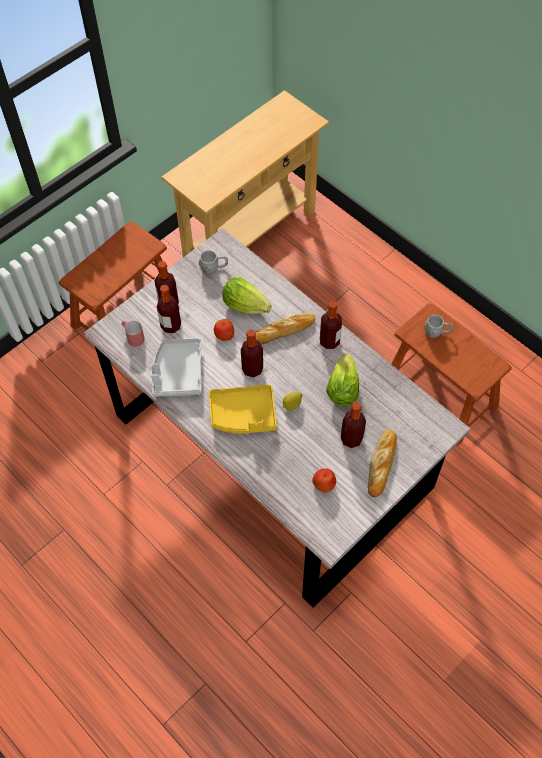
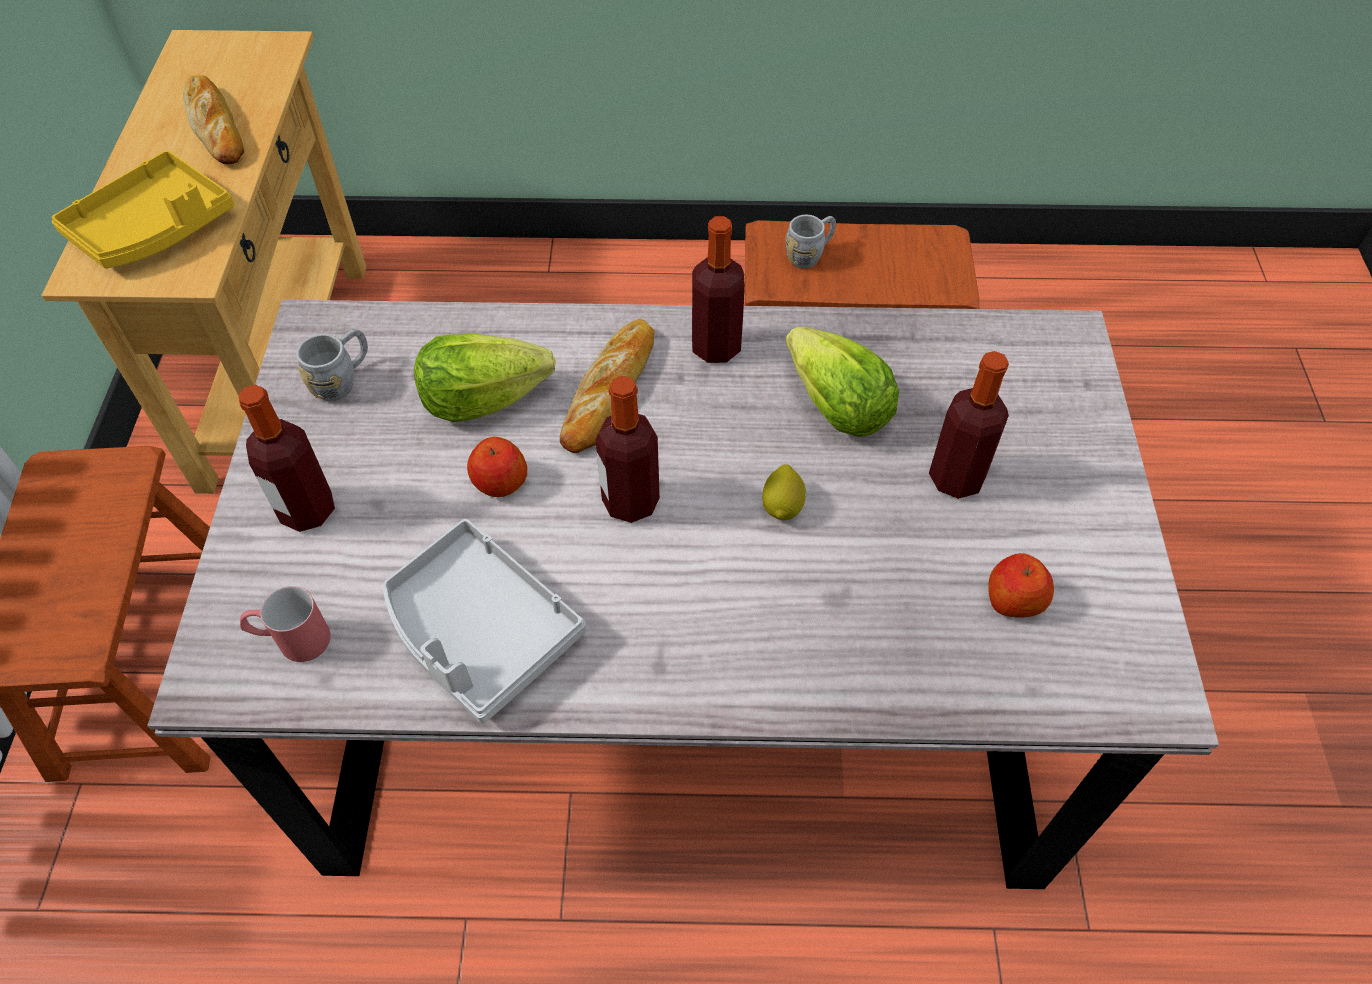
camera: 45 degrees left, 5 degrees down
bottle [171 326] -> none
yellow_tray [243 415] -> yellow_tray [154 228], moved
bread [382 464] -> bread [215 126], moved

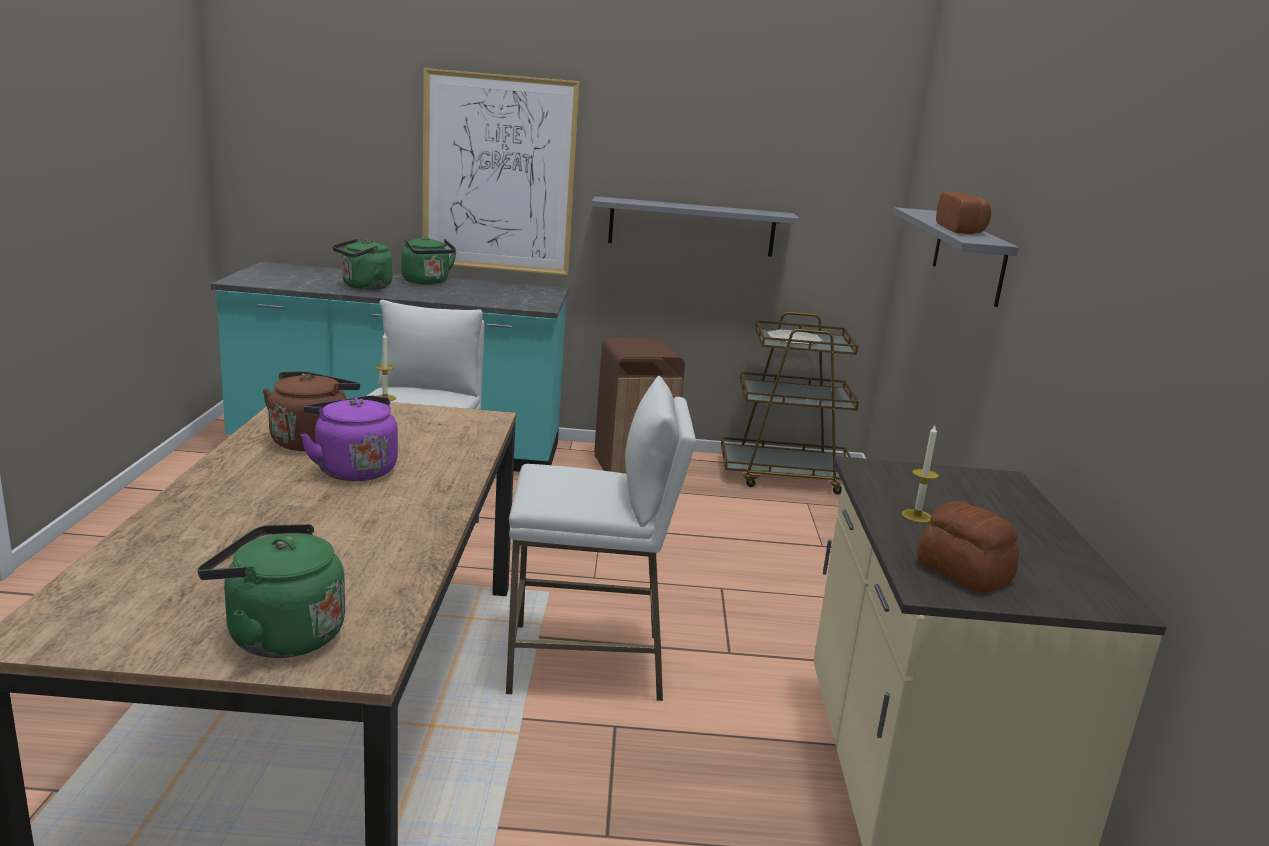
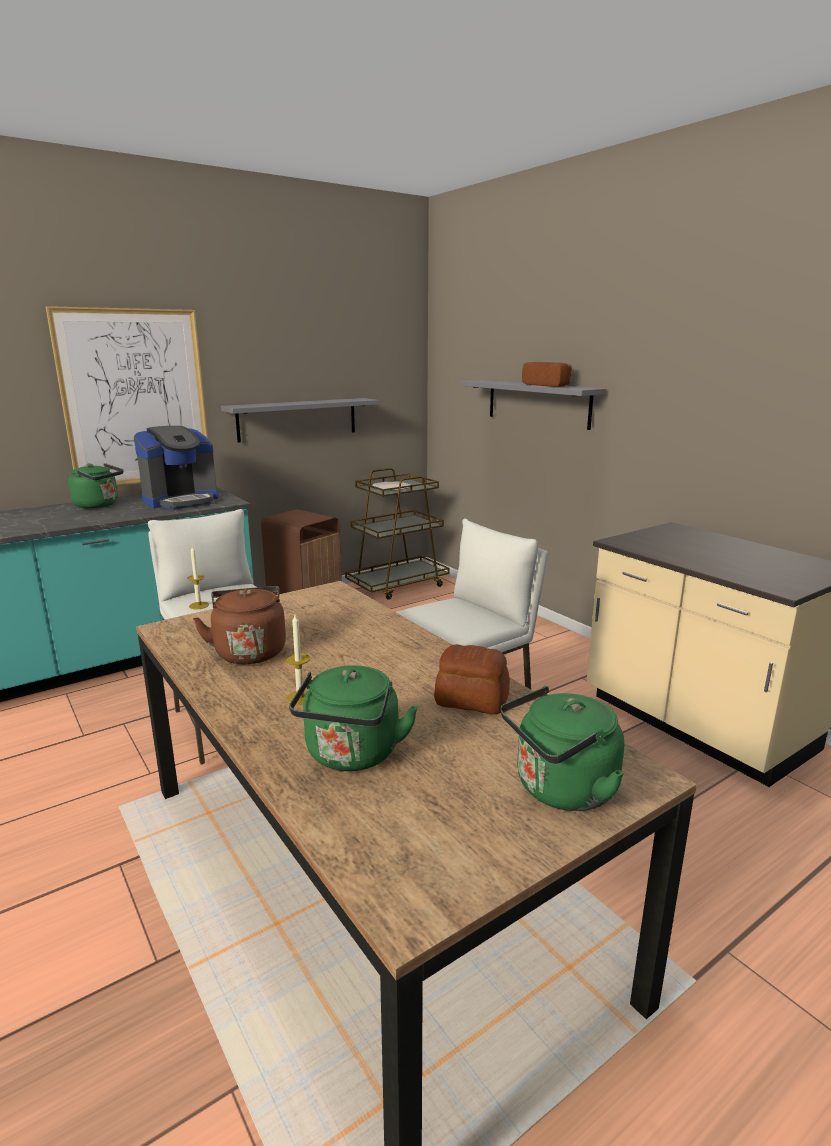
camera: 35 degrees left, 0 degrees up
purple_kettle [353 469] -> none
none -> coffee_machine [181 501]
green_kettle [364 287] -> green_kettle [351 756], moved
candle [917 516] -> candle [300 697], moved
bread [963 572] -> bread [472 701], moved

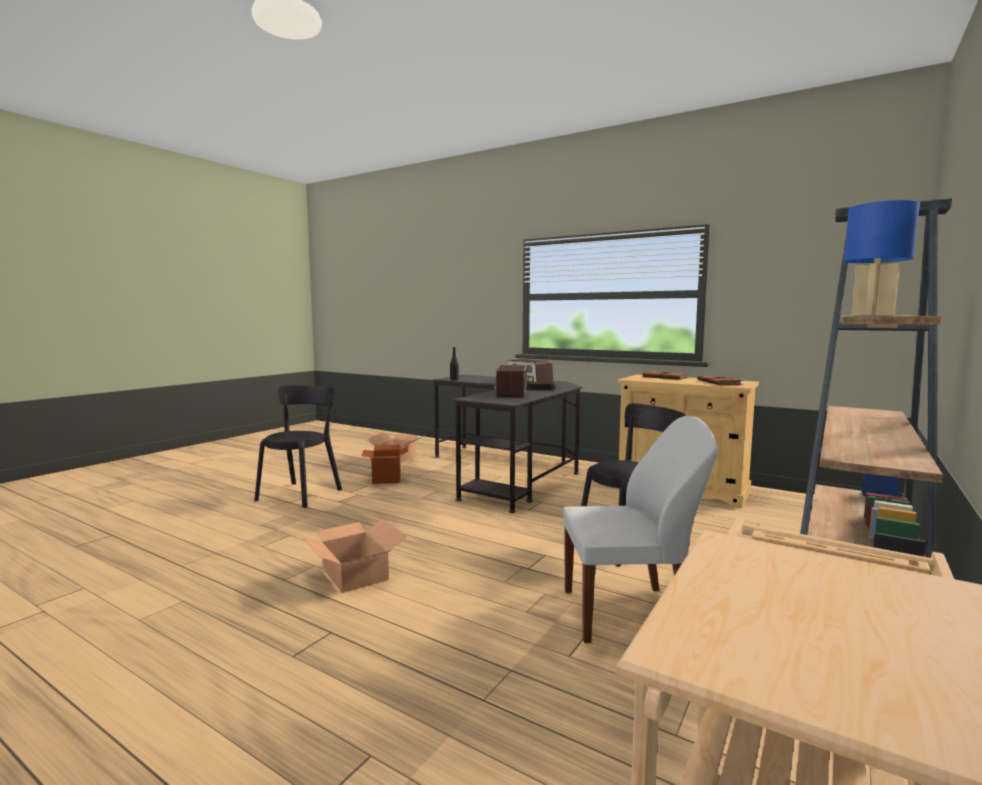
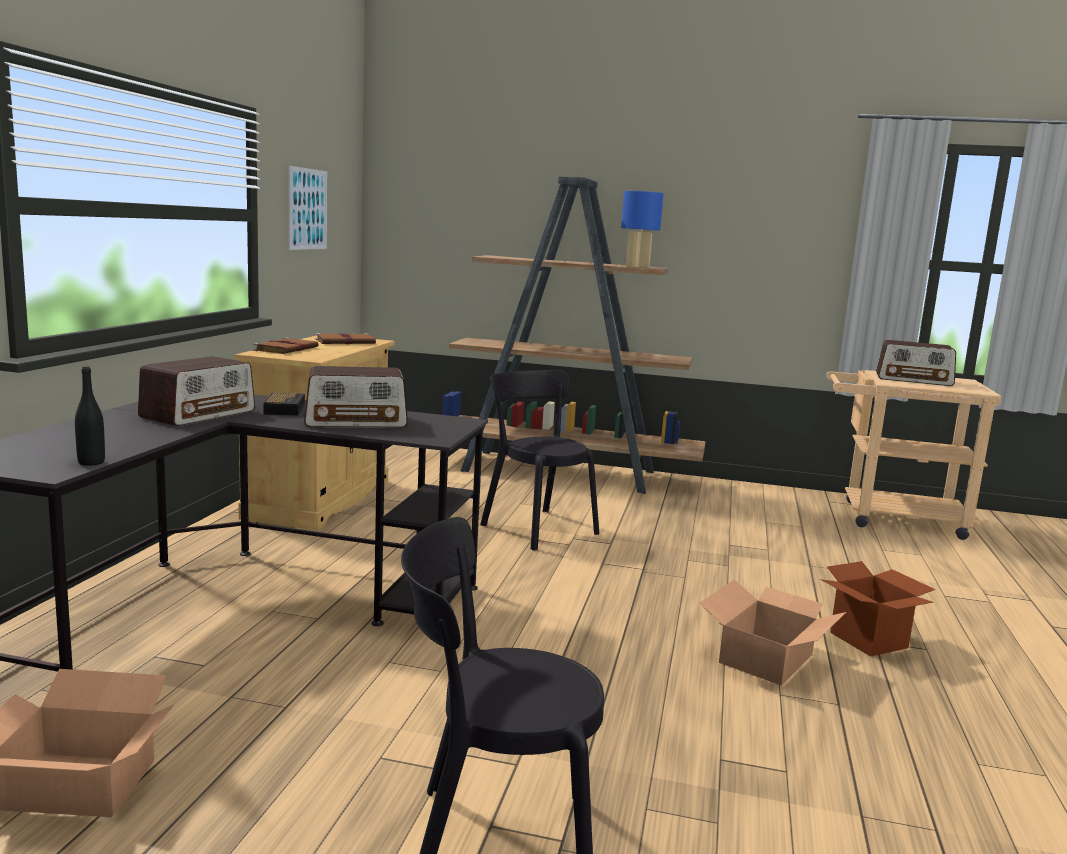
camera: 110 degrees left, 5 degrees up
white_chair [628 614] -> none
none -> picture [307 209]
none -> radio [914 380]
cardboard_box [386 479] -> cardboard_box [868 640], moved

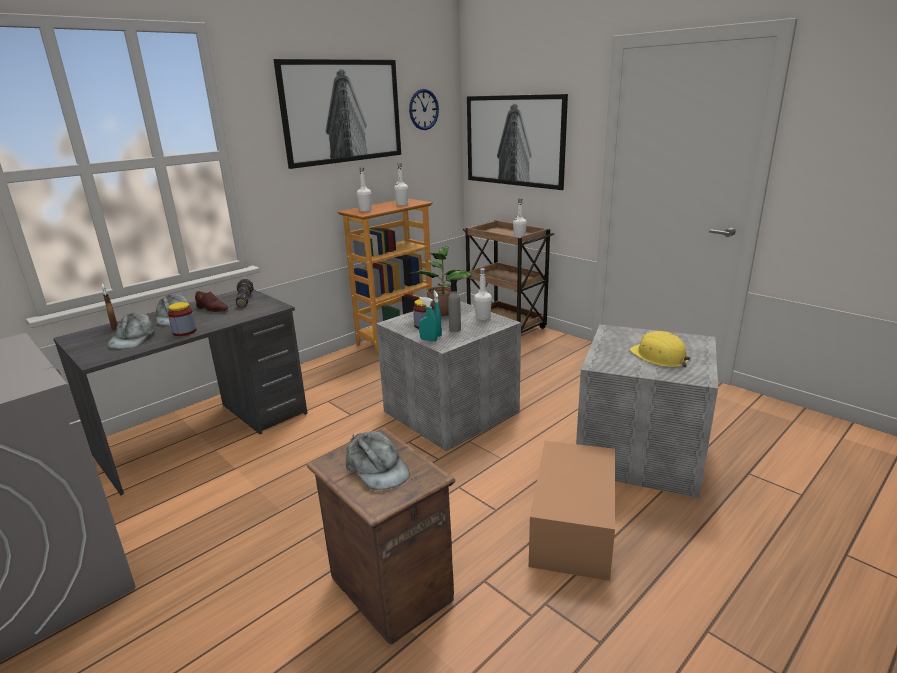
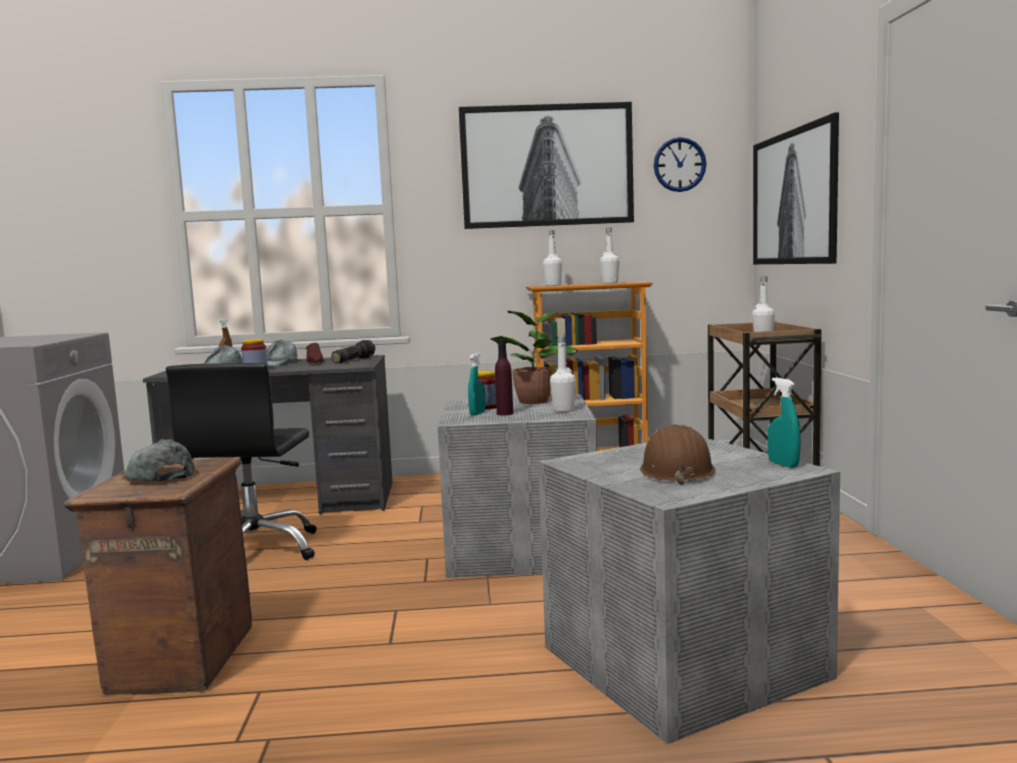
camera: 40 degrees right, 15 degrees down
cardboard_box [572 527] -> none
none -> black_office_chair [254 551]
turquoise_spray_bottle [428 340] -> turquoise_spray_bottle [783 464], moved
grey_bottle [455 329] -> purple_bottle [505 413]
yellow_hard_hat [659 357] -> brown_hard_hat [676 470]
grey_cap [376 468] -> grey_cap [158 475], 135 degrees clockwise

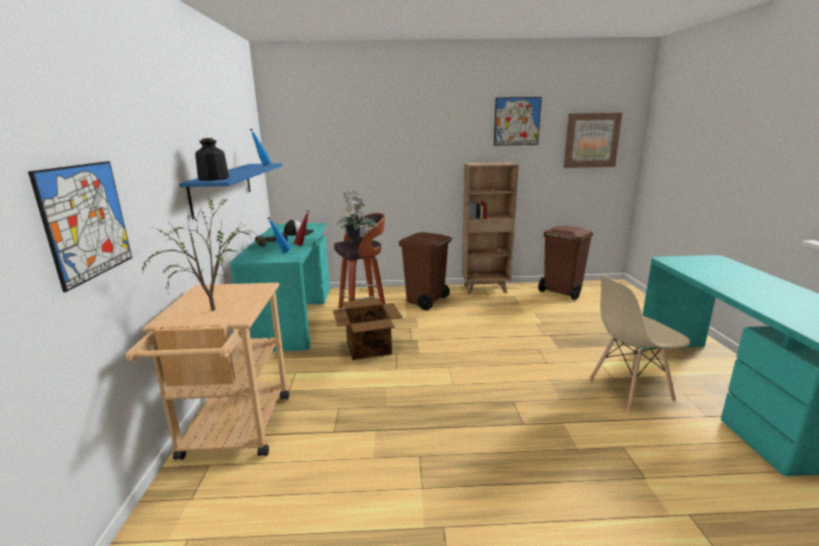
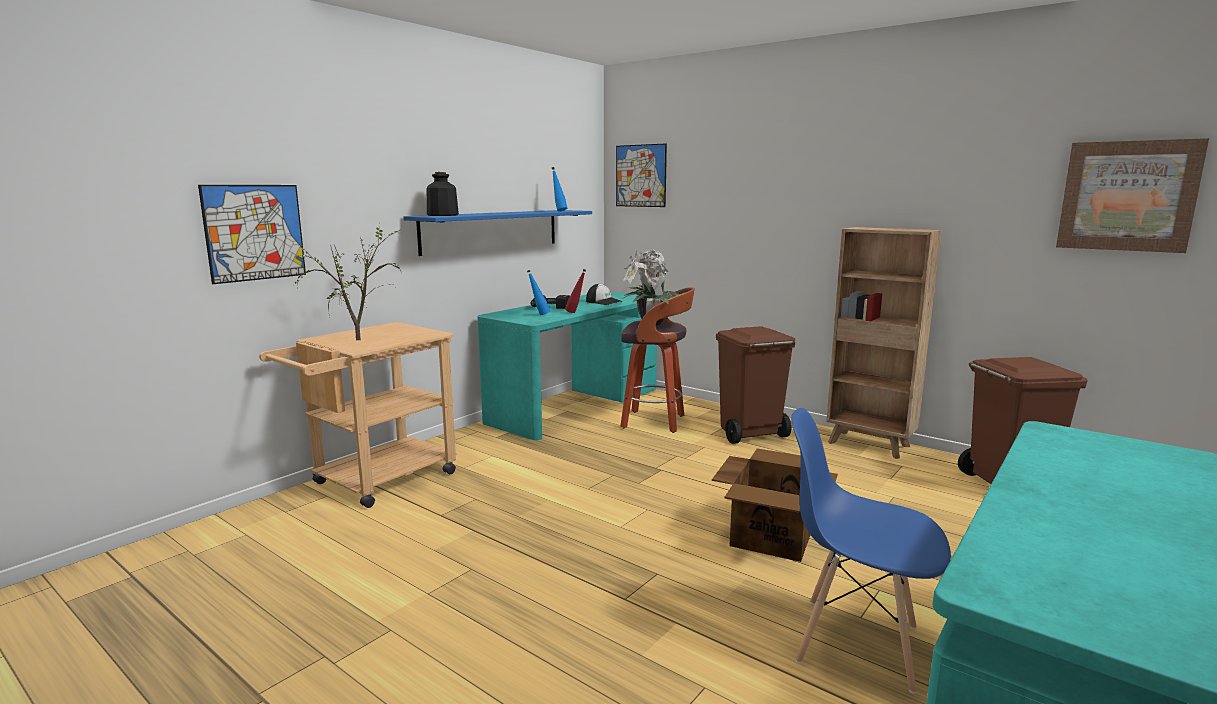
camera: 40 degrees right, 5 degrees down
cardboard_box [369 347] -> cardboard_box [772 537], moved
picture [517 121] -> picture [640 176], moved
beige_chair [629 390] -> blue_chair [855 642]

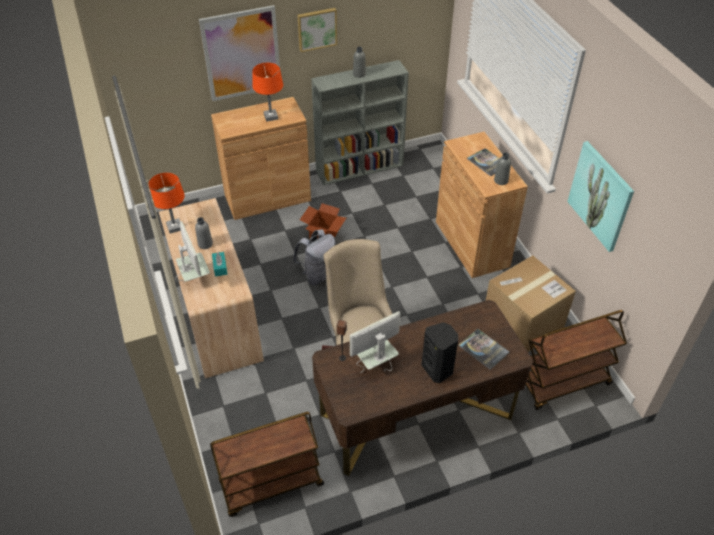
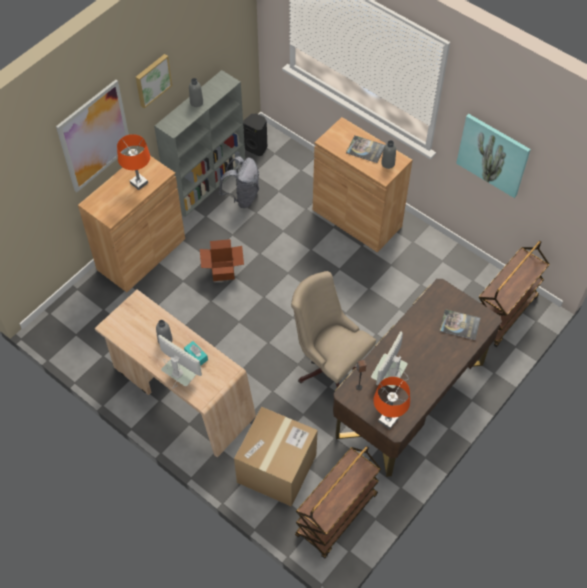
camera: 30 degrees left, 10 degrees up
orange_table_lamp [174 227] -> orange_table_lamp [387 420], moved
grey_backpack [318 274] -> grey_backpack [242 197], moved
black_speaker [438 369] -> black_speaker [256 147], moved
cardboard_box [522 323] -> cardboard_box [276 468], moved

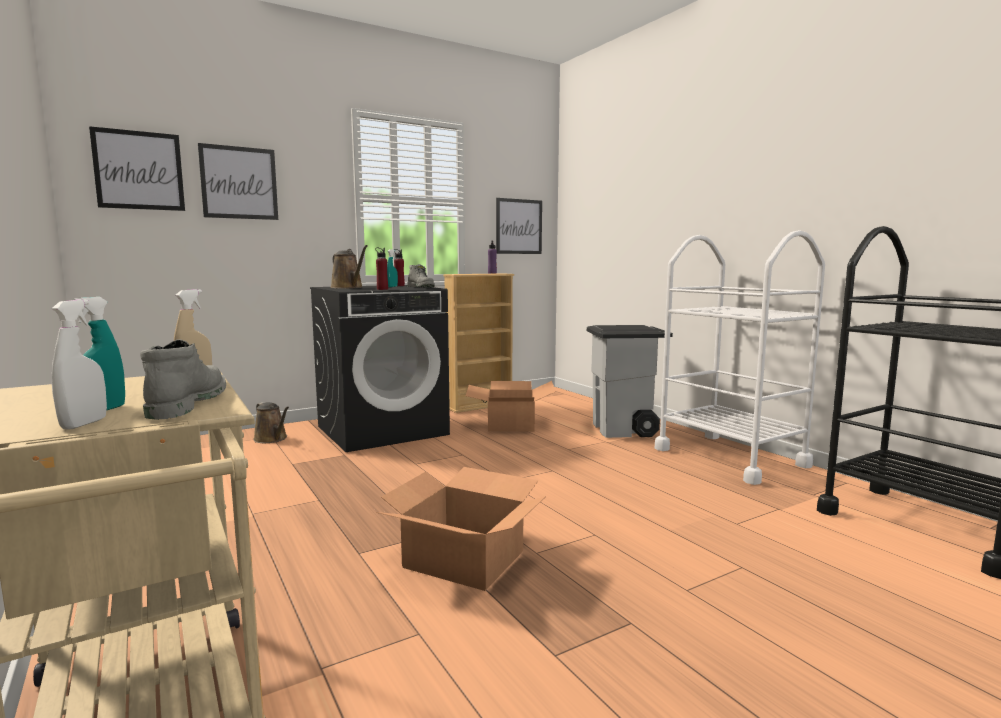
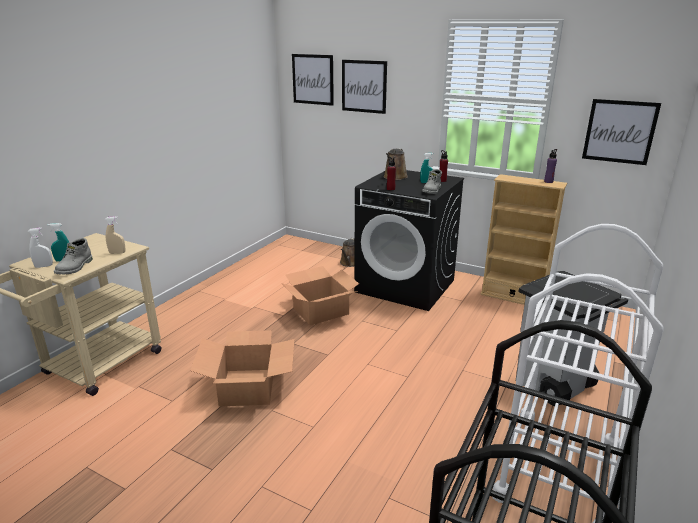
camera: 60 degrees right, 15 degrees up
cardboard_box [510 424] -> cardboard_box [320 311], moved
grey_boot [186 404] -> grey_boot [75 267], 135 degrees clockwise

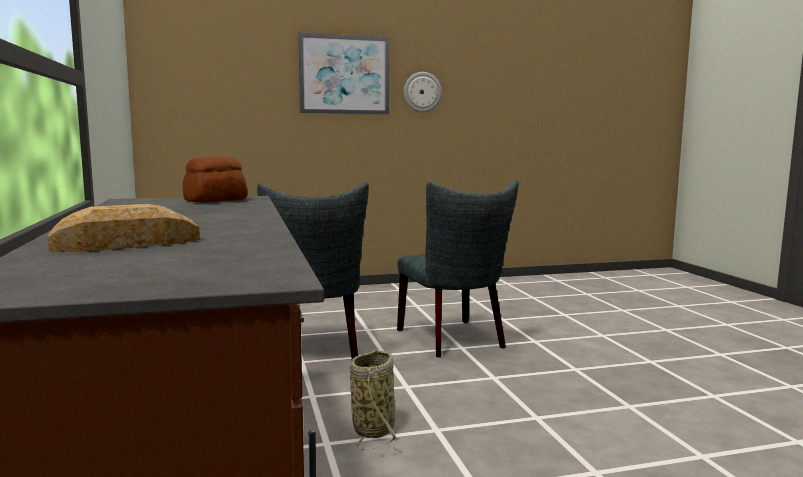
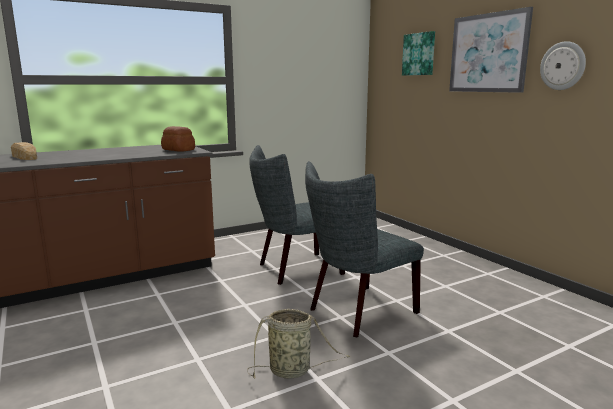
camera: 75 degrees right, 5 degrees up
none -> picture [419 54]
basket [374 428] -> basket [292 371], moved

